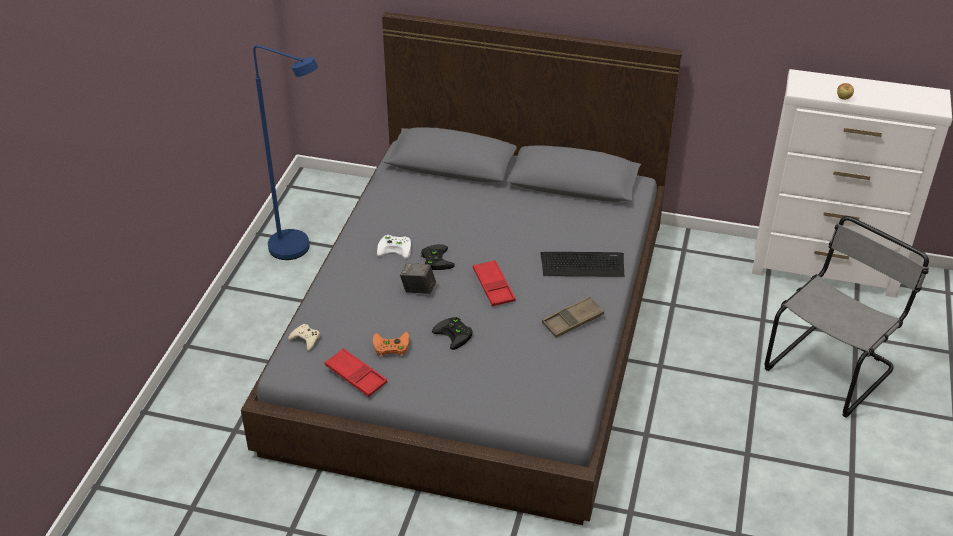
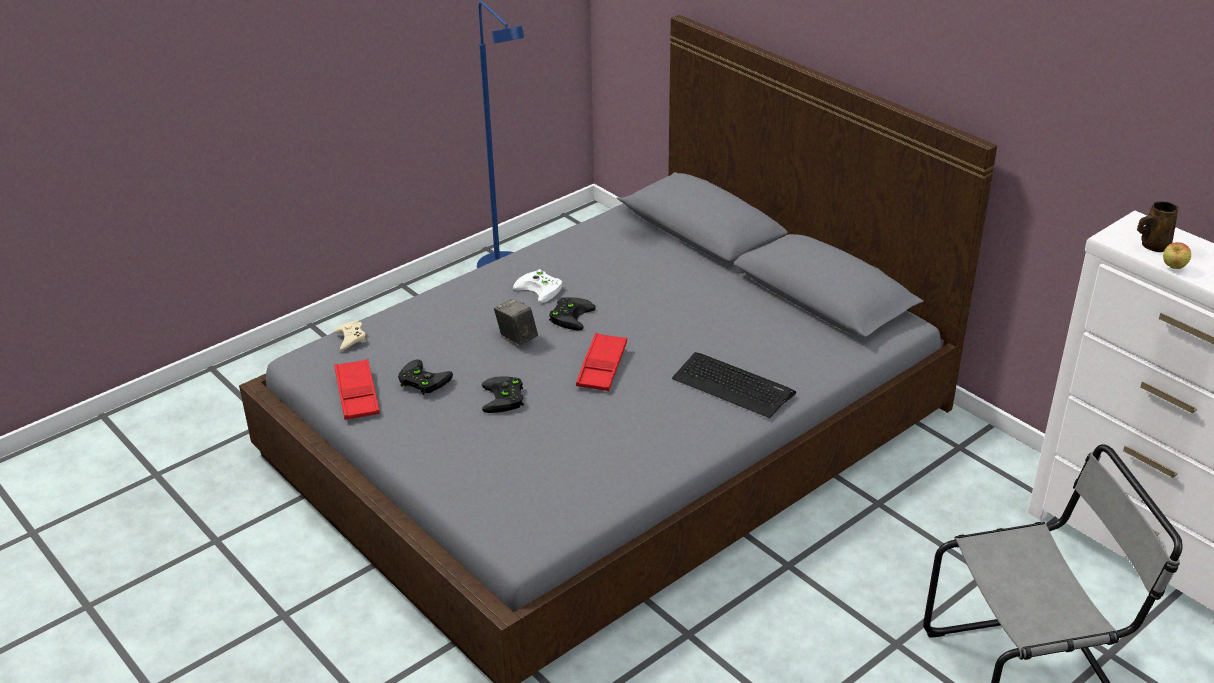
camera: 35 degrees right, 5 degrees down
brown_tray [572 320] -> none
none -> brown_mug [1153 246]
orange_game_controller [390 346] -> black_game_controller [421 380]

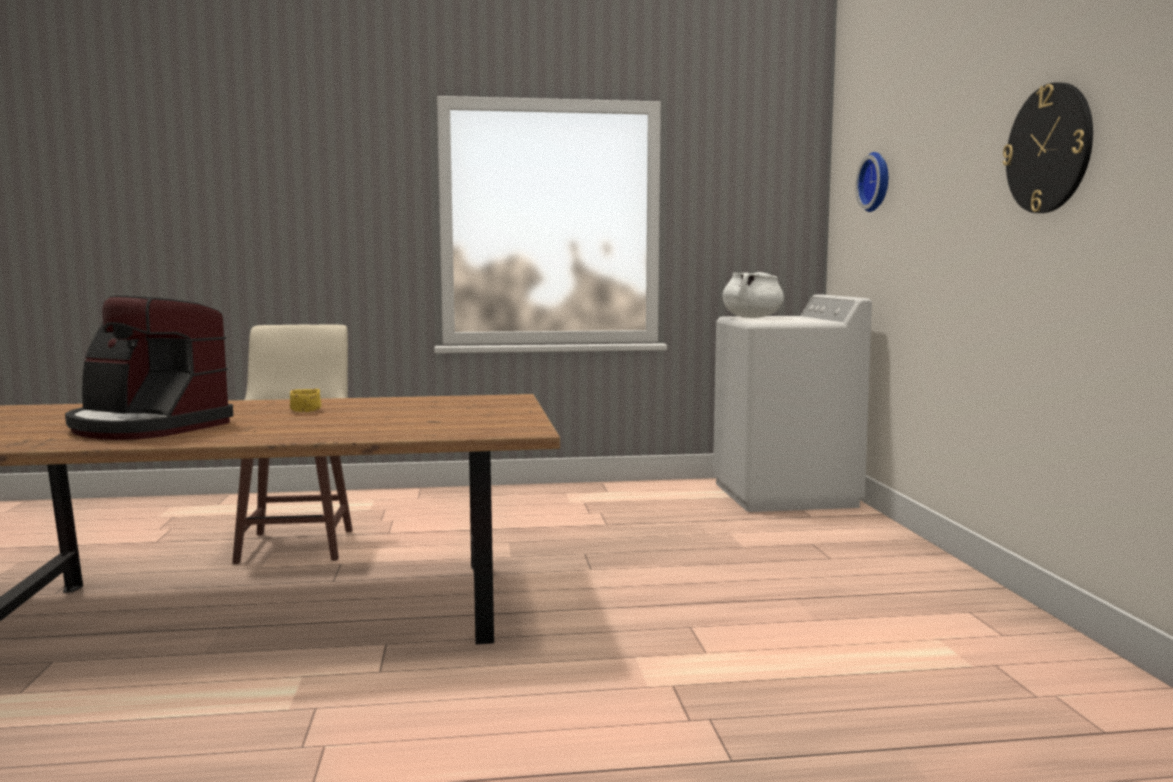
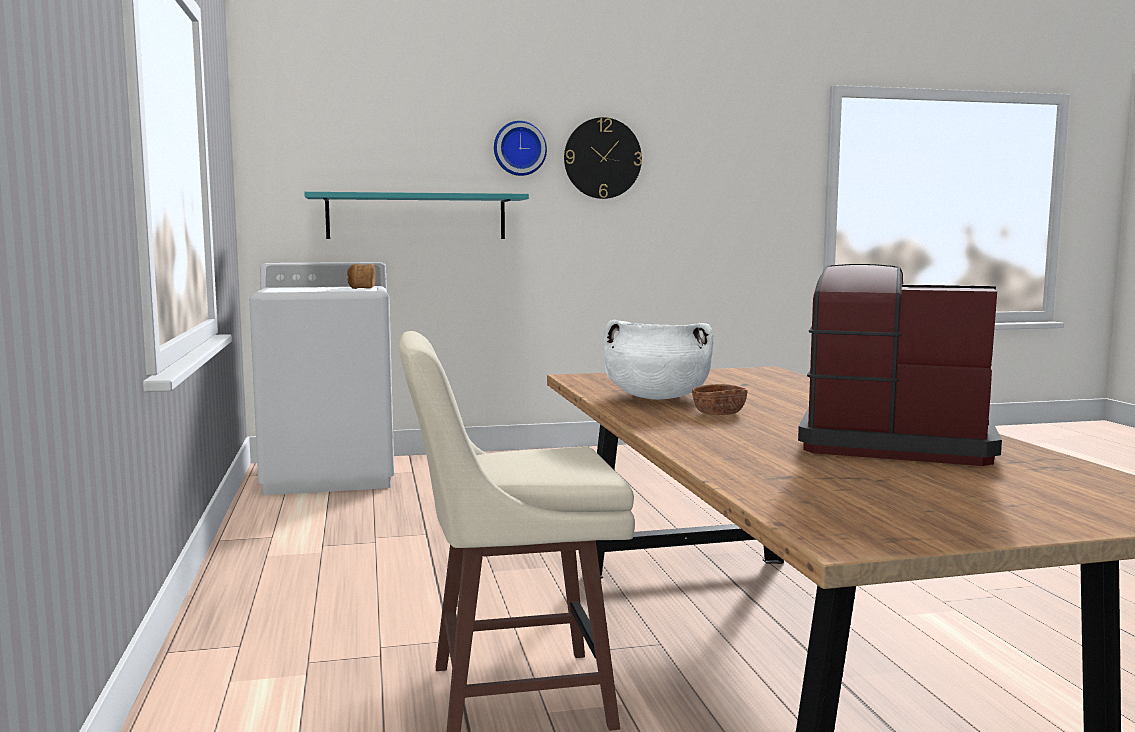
camera: 95 degrees left, 0 degrees up
none -> turquoise_shelf [416 217]
none -> bread [361 288]
white_cooking_pot [752 317] -> white_cooking_pot [656 397], moved
wall_clock [877 182] -> wall_clock [519 148], moved
yellow_bowl [306 410] -> brown_bowl [719 413]
coffee_machine [147 427] -> coffee_machine [892 443], 90 degrees counterclockwise

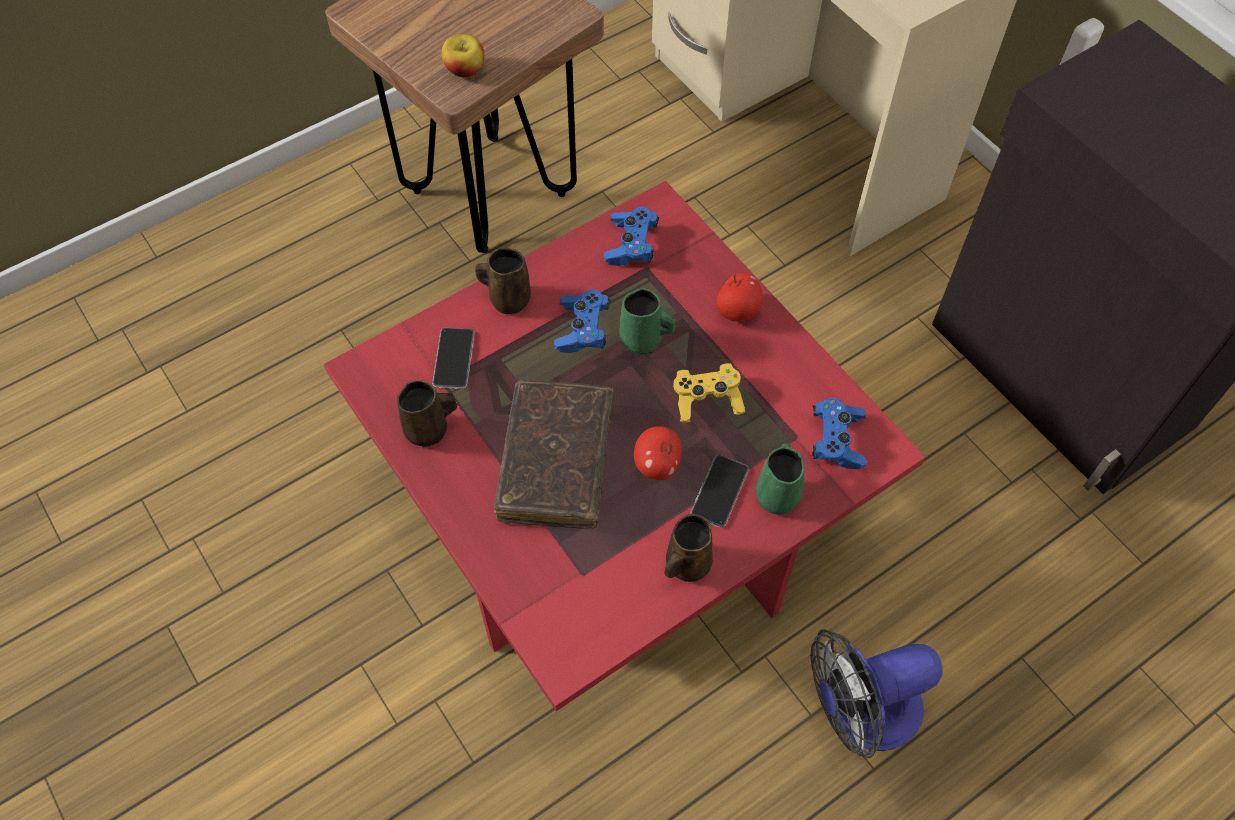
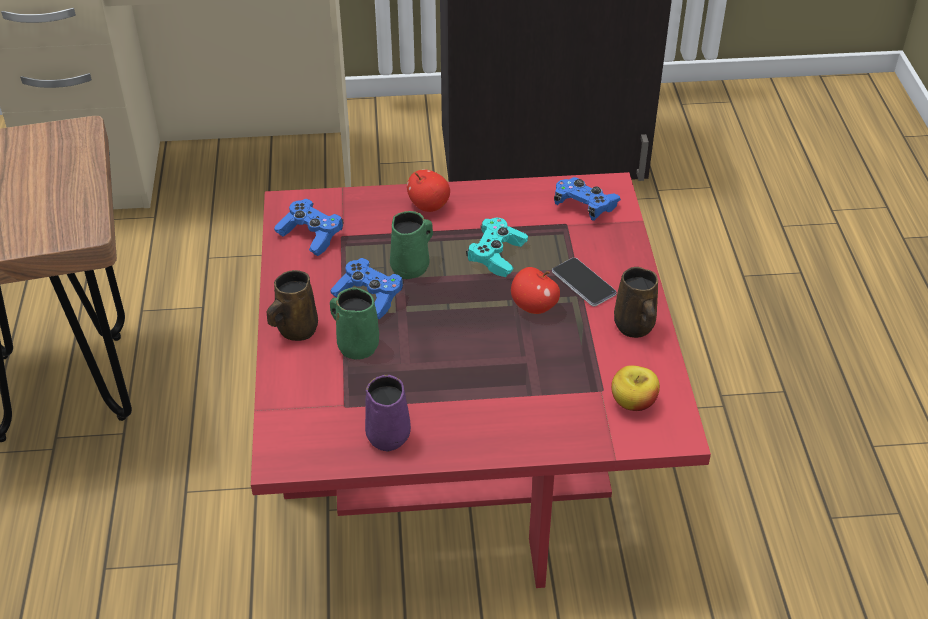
camera: 60 degrees left, 15 degrees down
phone [454 359] -> none
brown_book [556 462] -> none
fan [860 712] -> none
apple [465 70] -> apple [633 402], moved
green_mug [777 494] -> green_mug [356 345], moved
brown_mug [429 430] -> purple_mug [389 434]
yellow_game_controller [707 400] -> turquoise_game_controller [496 255]

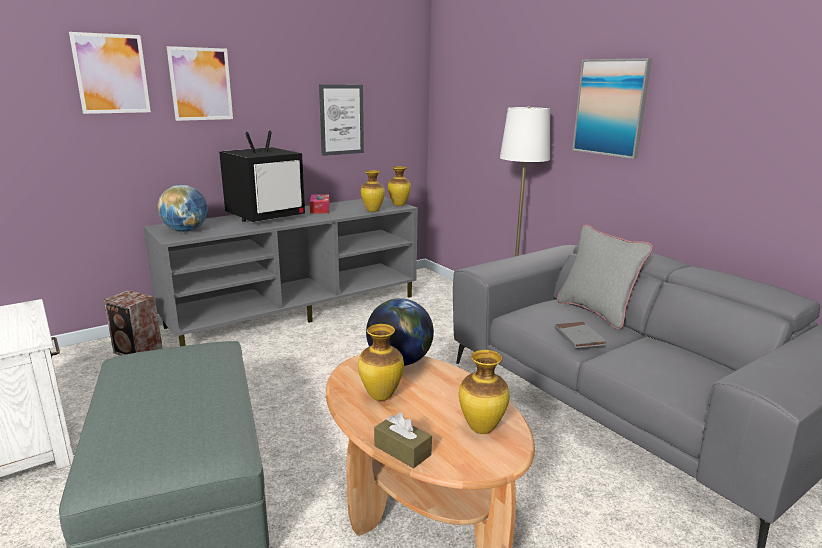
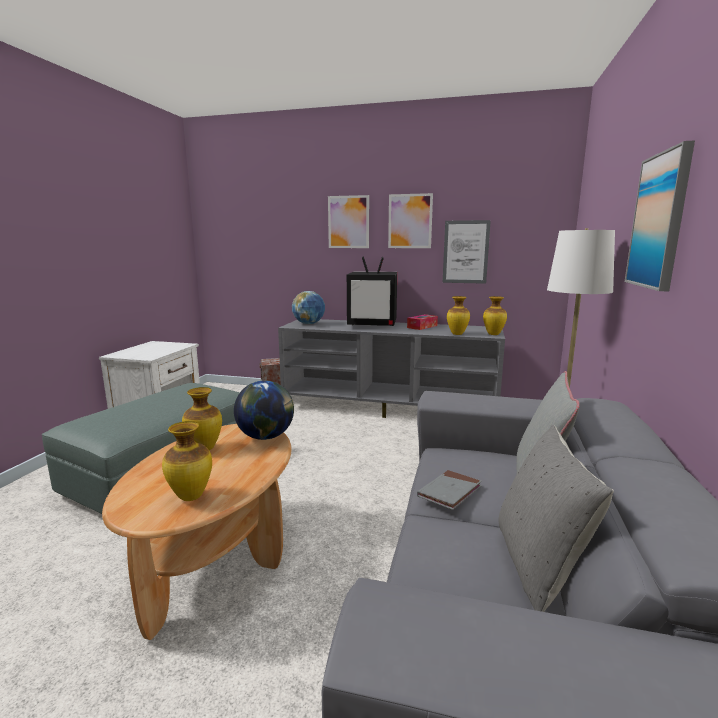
camera: 50 degrees right, 5 degrees down
brown_tissue_box [402 450] -> none
none -> grey_pillow [539 566]
picture [111 74] -> picture [410 221], moved

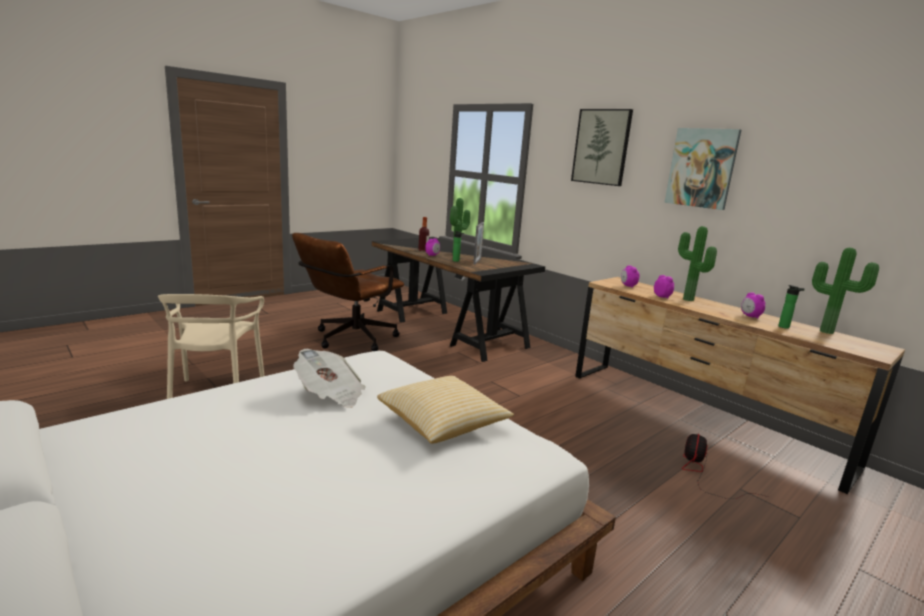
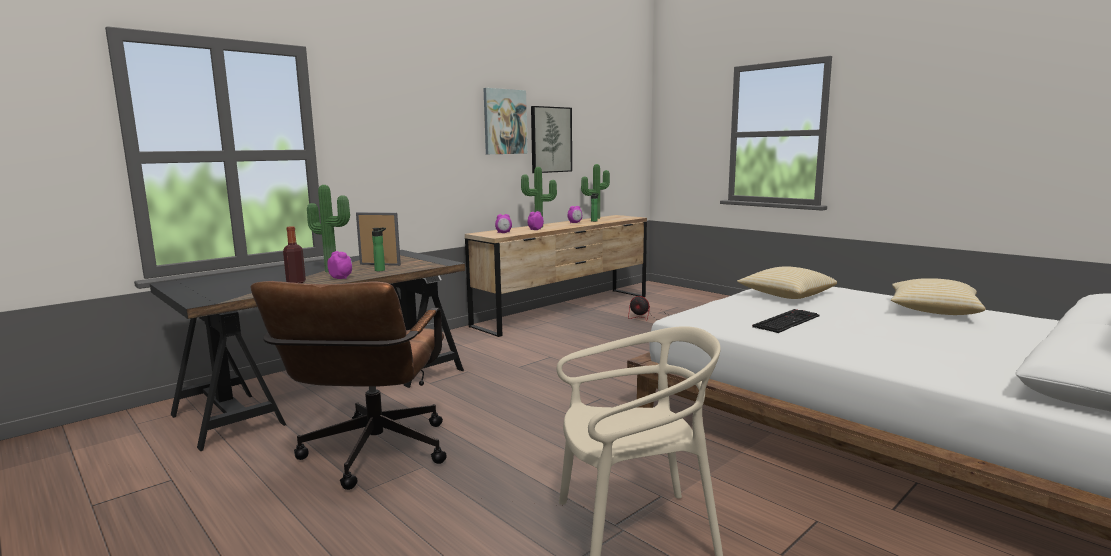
camera: 90 degrees left, 5 degrees down
none -> pillow [932 311]
picture [601 147] -> picture [550 139], moved
newspaper [330 394] -> keyboard [786 321]
brown_office_chair [349 340] -> brown_office_chair [371 457], 60 degrees clockwise

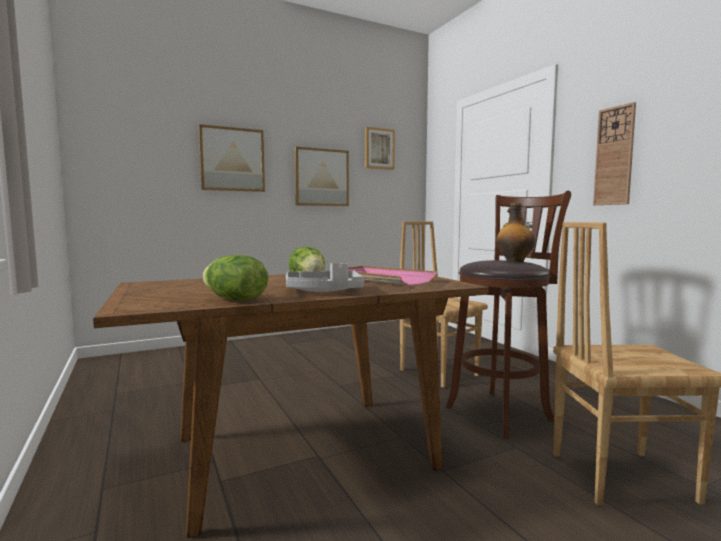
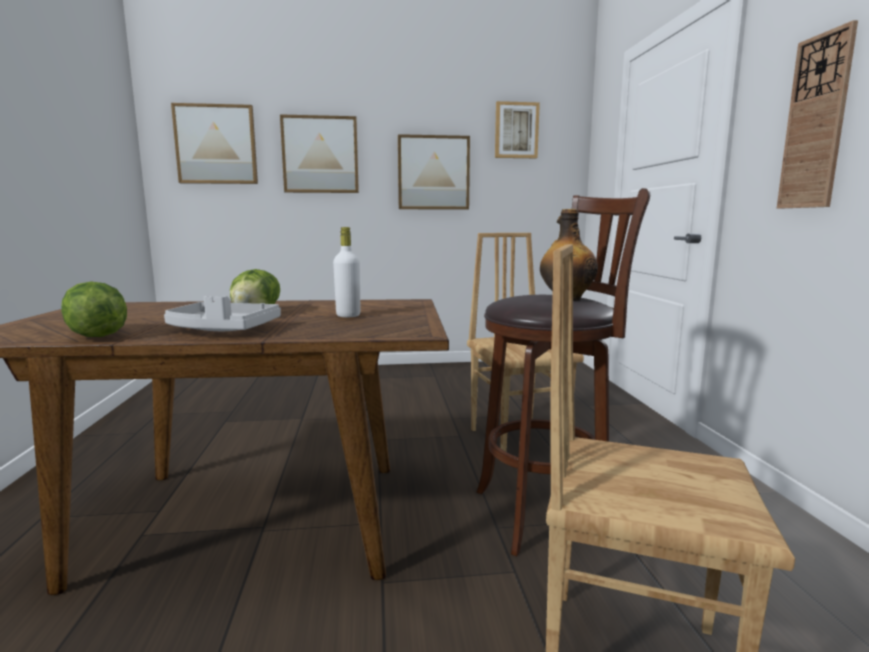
camera: 20 degrees right, 5 degrees up
none -> picture [216 144]
pink_tray [380 279] -> white_bottle [348 315]

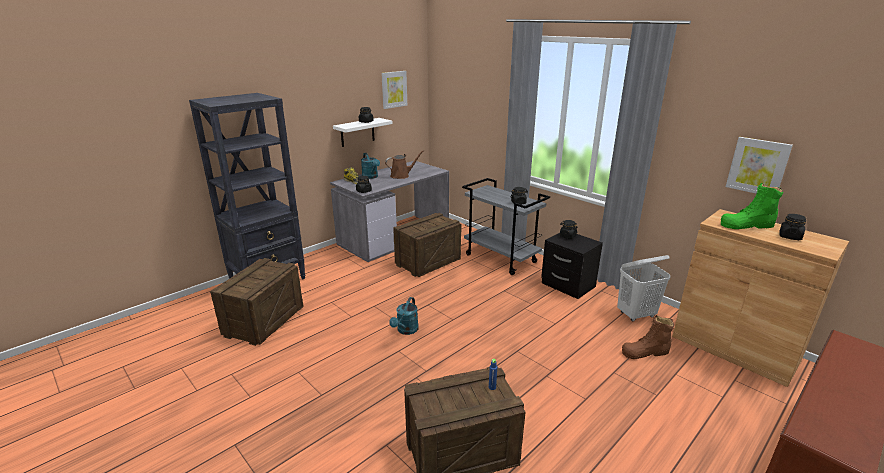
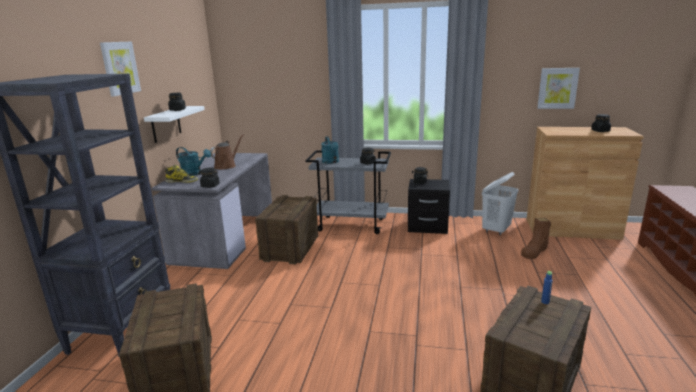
camera: 35 degrees left, 5 degrees down
green_boot [747 225] -> none
picture [394 89] -> picture [120 68], moved
turquoise_watering_can [406 330] -> turquoise_watering_can [331 162], moved

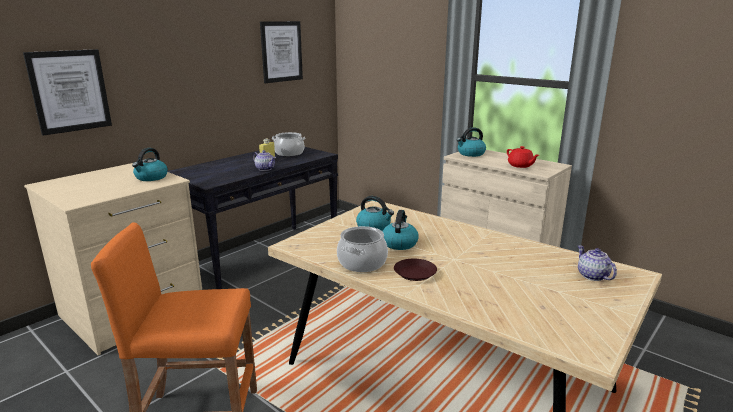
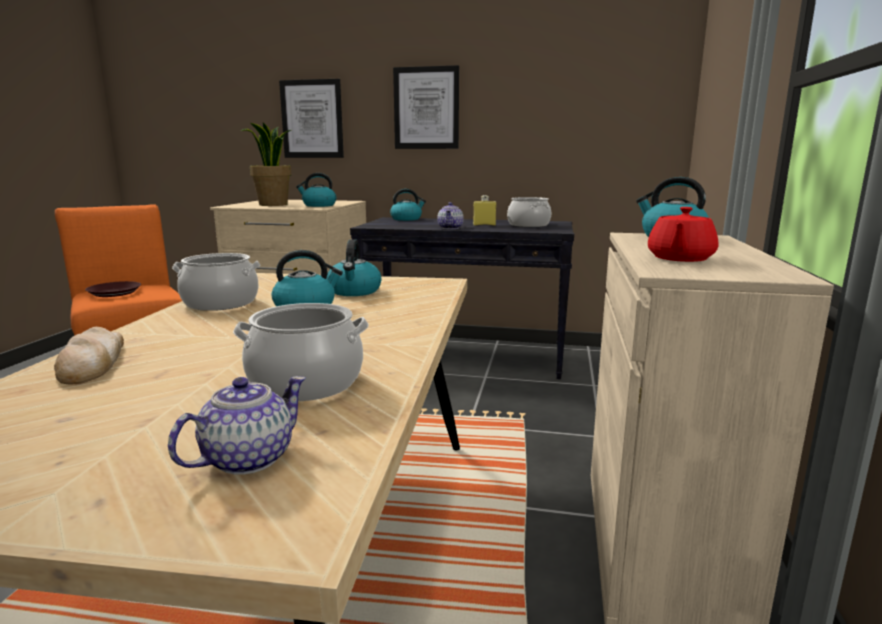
camera: 60 degrees right, 5 degrees down
none -> bread [92 362]
none -> cooking_pot [306 382]
none -> potted_plant [273 205]
none -> kettle [406 219]
picture [281 51] -> picture [426 108], moved
brown_plate [414 273] -> brown_plate [115 293], moved

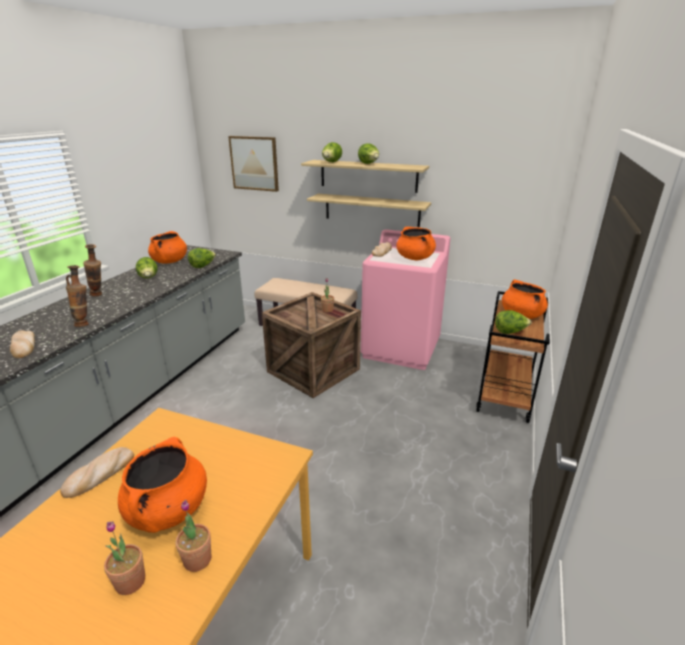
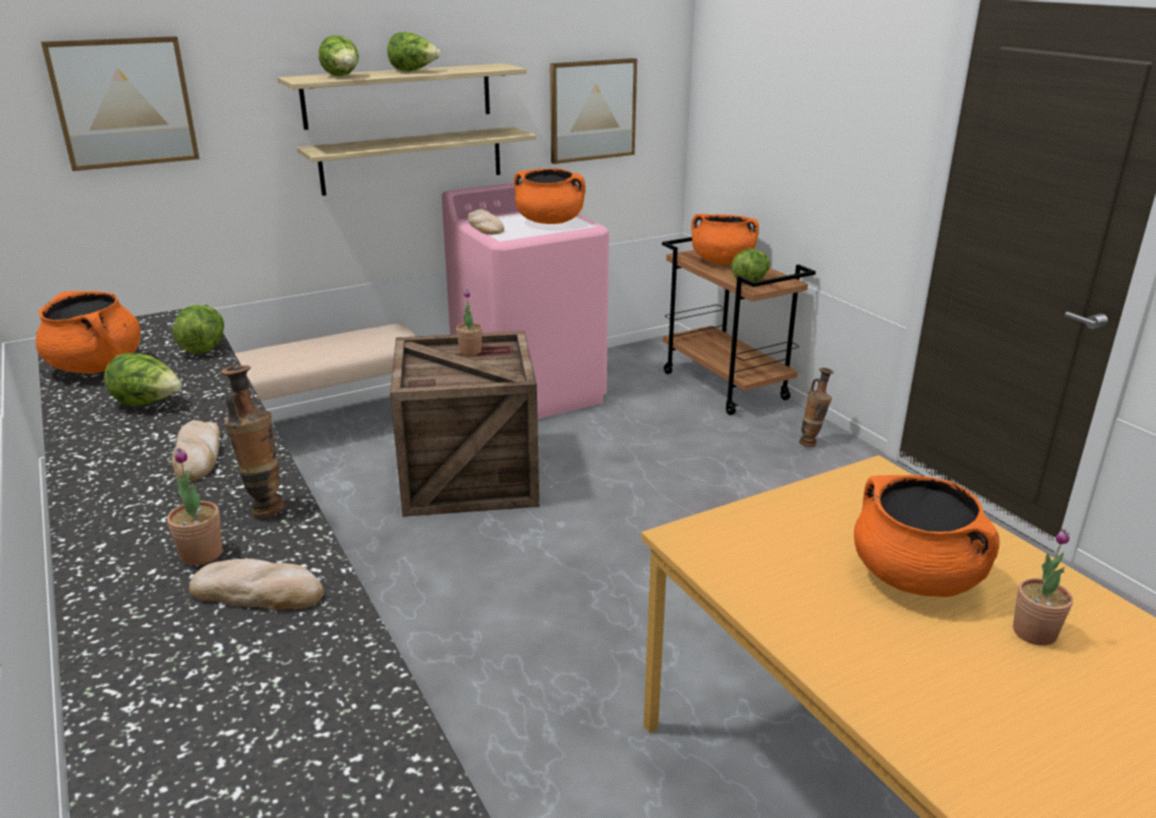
camera: 50 degrees left, 0 degrees up
none -> picture [592 110]
bread [99 474] -> bread [198 455], moved
vase [99 295] -> vase [811 443], moved
potted_plant [197 559] -> potted_plant [201 554], moved

